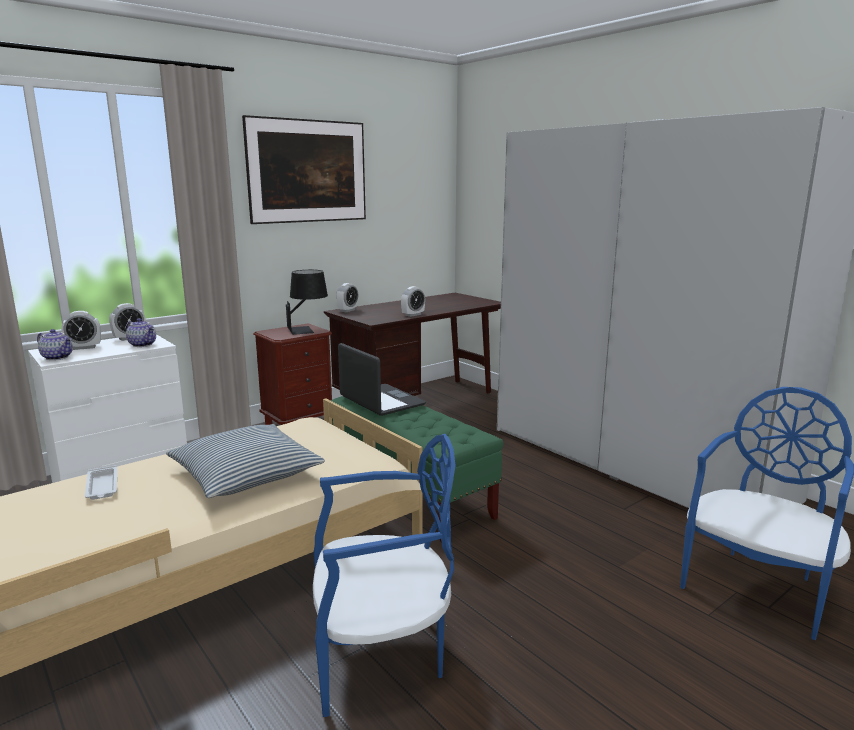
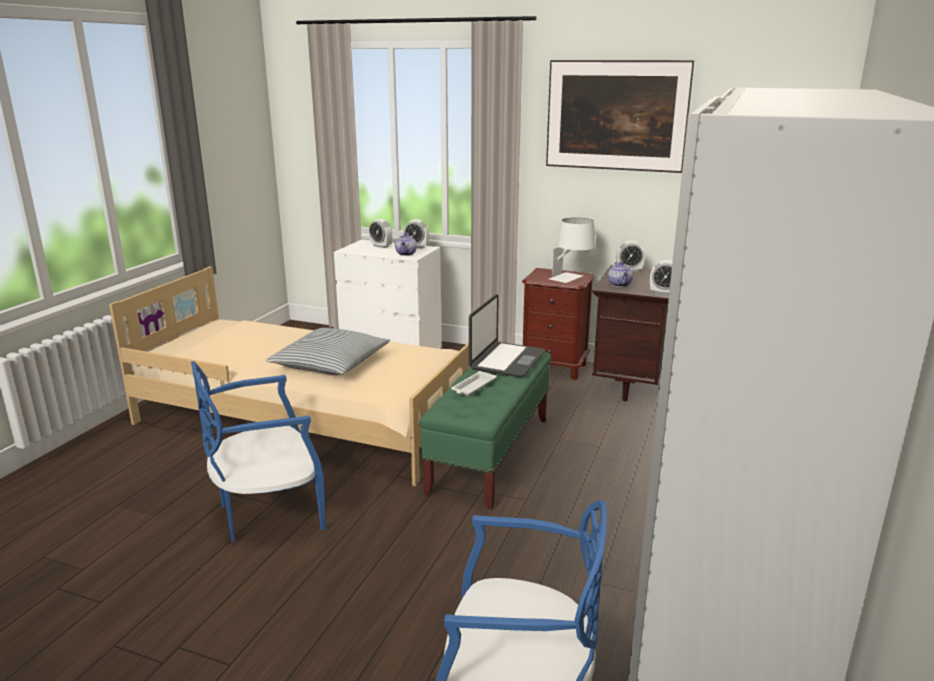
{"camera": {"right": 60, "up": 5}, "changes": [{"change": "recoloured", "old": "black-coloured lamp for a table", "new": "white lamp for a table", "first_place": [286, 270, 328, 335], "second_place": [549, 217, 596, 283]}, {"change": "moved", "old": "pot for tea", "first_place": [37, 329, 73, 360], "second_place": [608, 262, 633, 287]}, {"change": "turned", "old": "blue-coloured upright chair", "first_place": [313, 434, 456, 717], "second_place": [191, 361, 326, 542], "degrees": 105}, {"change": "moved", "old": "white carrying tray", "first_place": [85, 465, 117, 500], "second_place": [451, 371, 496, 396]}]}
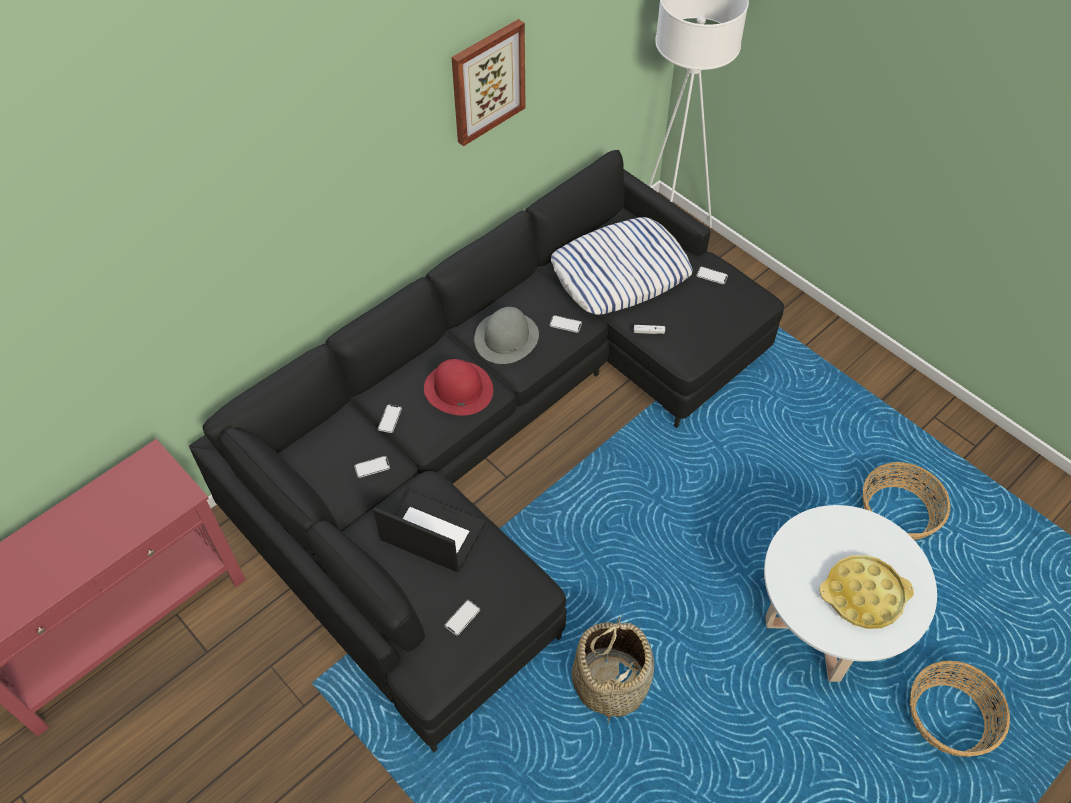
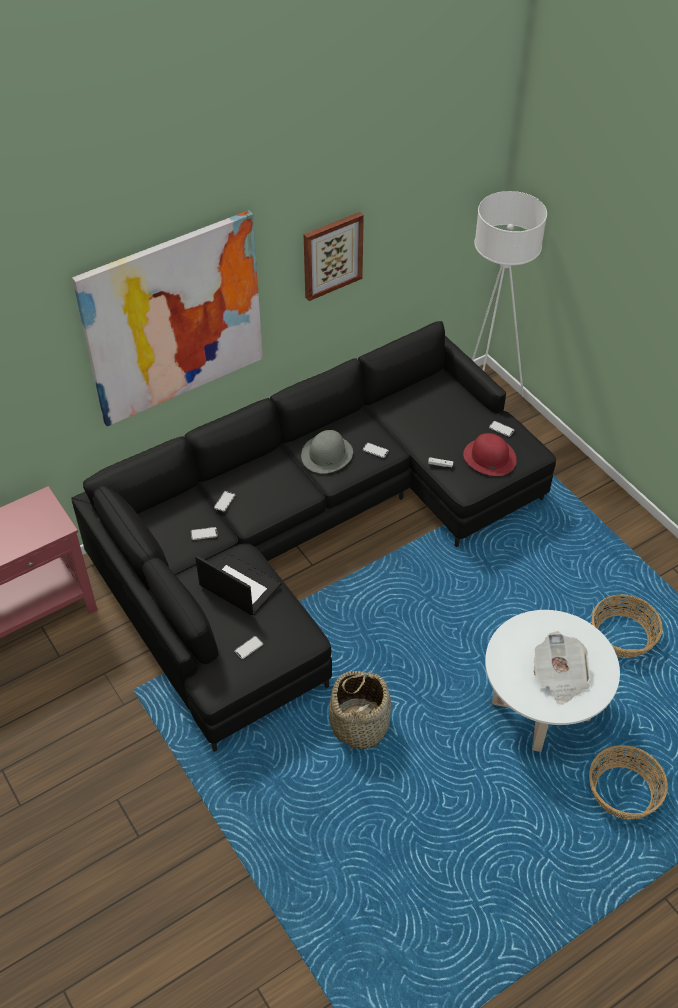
{"camera": {"right": 10, "up": -5}, "changes": [{"change": "removed", "old": "cushion", "first_place": [551, 217, 693, 315]}, {"change": "moved", "old": "red-coloured hat", "first_place": [424, 359, 493, 415], "second_place": [463, 433, 517, 476]}, {"change": "replaced", "old": "yellowish carrying tray", "new": "newspaper", "first_place": [819, 555, 914, 629], "second_place": [533, 631, 590, 705]}, {"change": "added", "new": "picture", "second_place": [72, 210, 263, 426]}]}
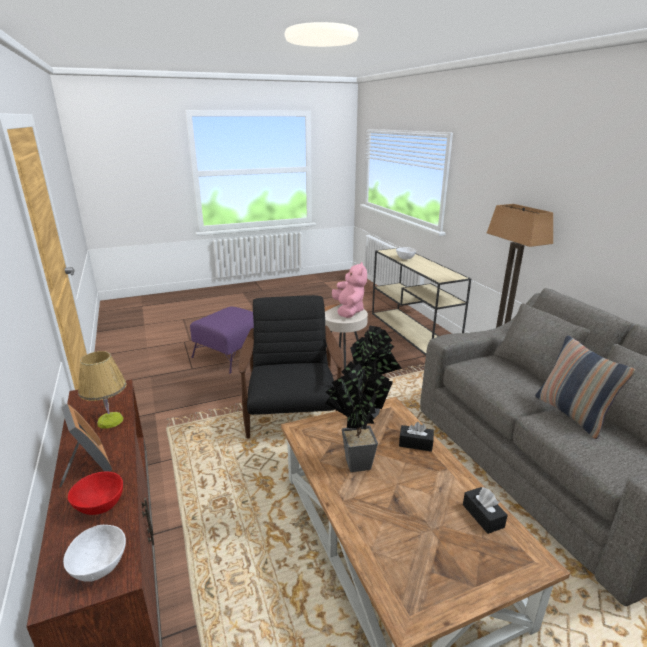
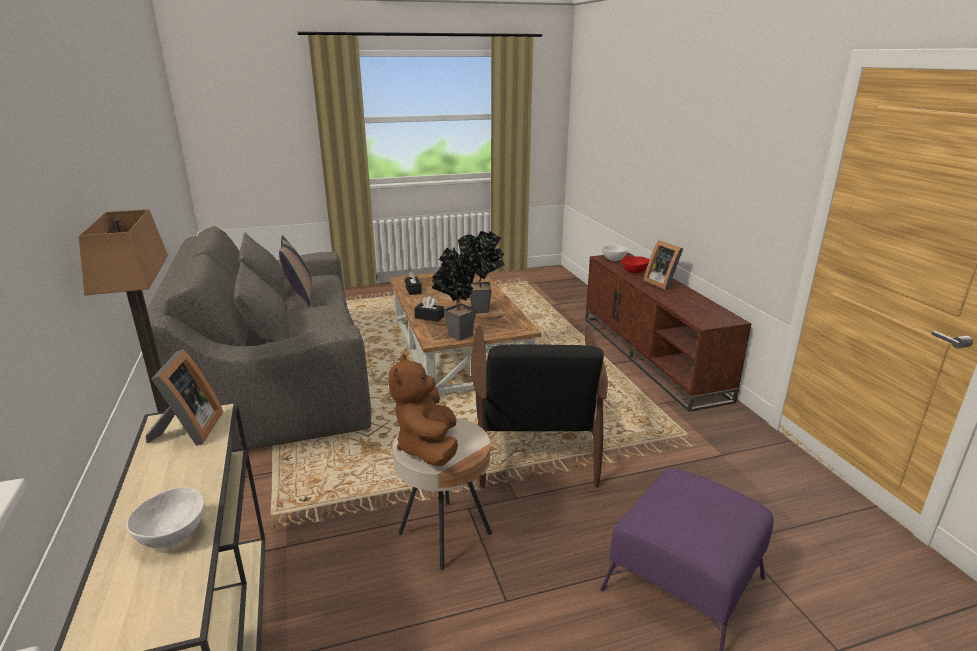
{"camera": {"right": -175, "up": 0}, "changes": [{"change": "recoloured", "old": "pinkish soft toy", "new": "brownish soft toy", "first_place": [332, 262, 367, 318], "second_place": [388, 354, 458, 466]}, {"change": "removed", "old": "lamp for a table", "first_place": [78, 351, 127, 429]}, {"change": "added", "new": "picture frame", "second_place": [146, 349, 223, 446]}]}
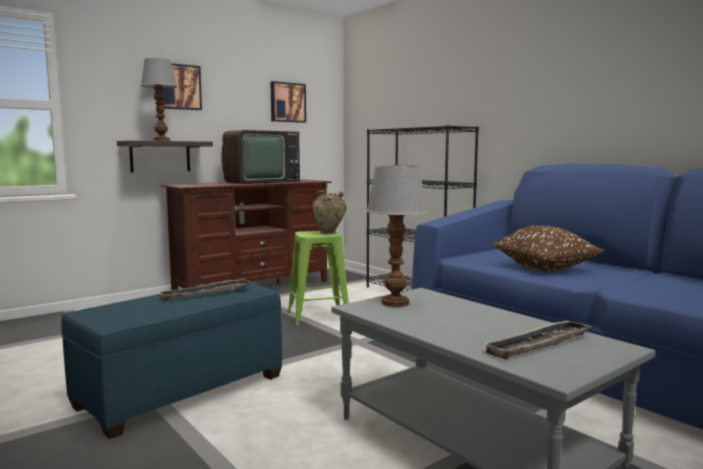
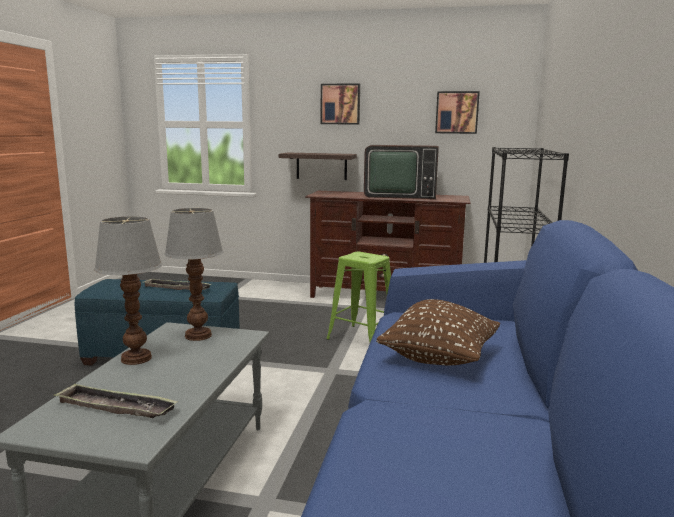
{"camera": {"right": 50, "up": 5}, "changes": [{"change": "moved", "old": "lamp for a table", "first_place": [141, 58, 177, 141], "second_place": [94, 216, 162, 365]}, {"change": "removed", "old": "sand-coloured flower vase", "first_place": [313, 190, 347, 234]}]}
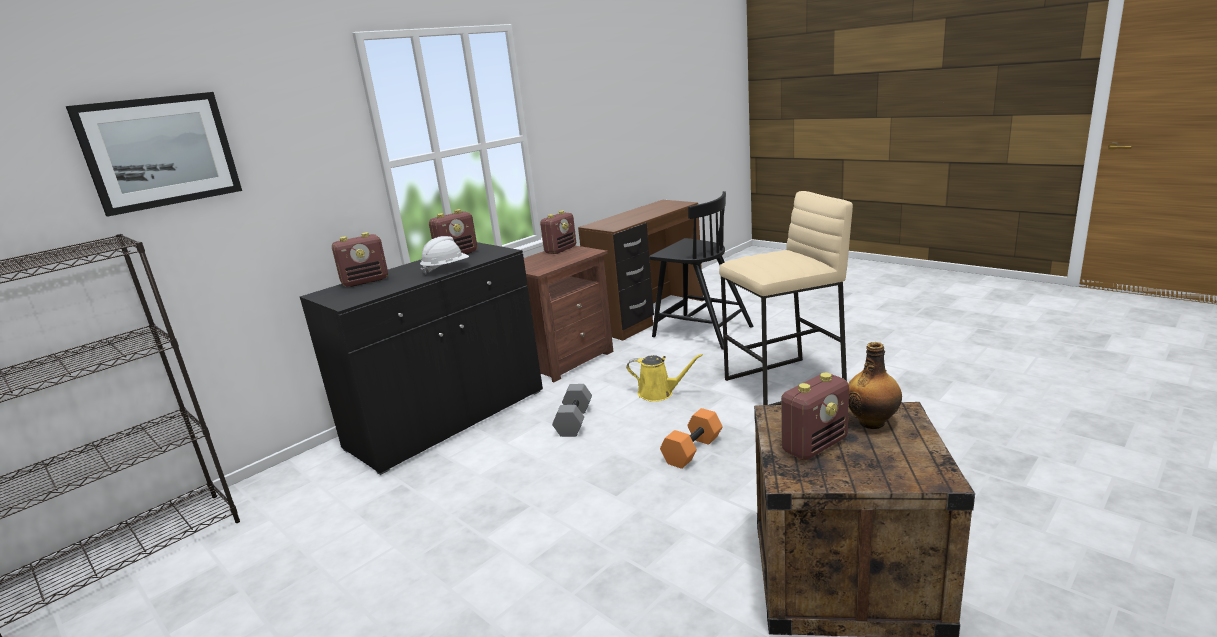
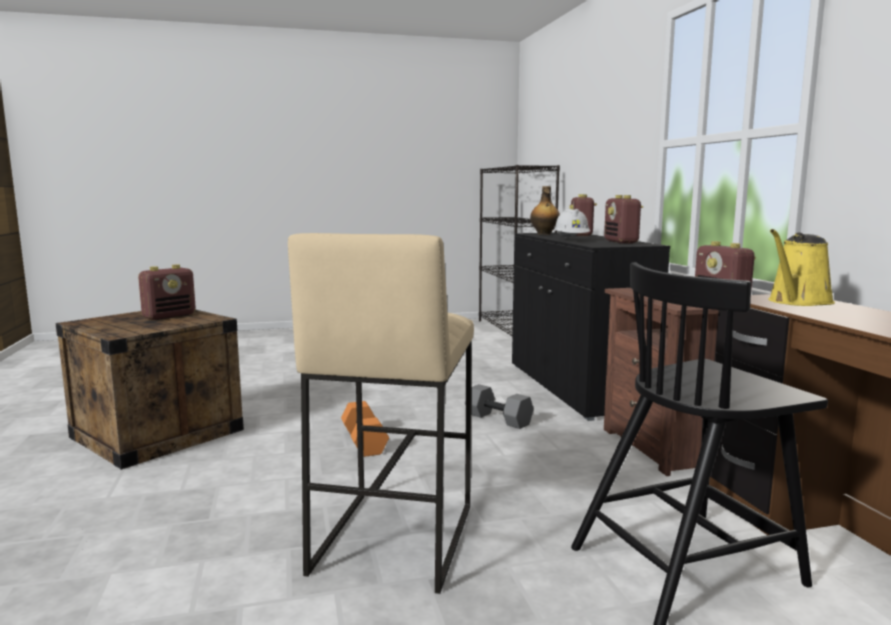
{"camera": {"right": 120, "up": -10}, "changes": [{"change": "removed", "old": "picture", "first_place": [66, 92, 242, 217]}, {"change": "moved", "old": "drink bottle", "first_place": [848, 342, 902, 429], "second_place": [530, 186, 560, 235]}, {"change": "moved", "old": "yellowish watering can", "first_place": [627, 354, 703, 402], "second_place": [768, 229, 835, 306]}, {"change": "turned", "old": "radio", "first_place": [781, 373, 849, 460], "second_place": [138, 264, 196, 320], "degrees": -135}]}
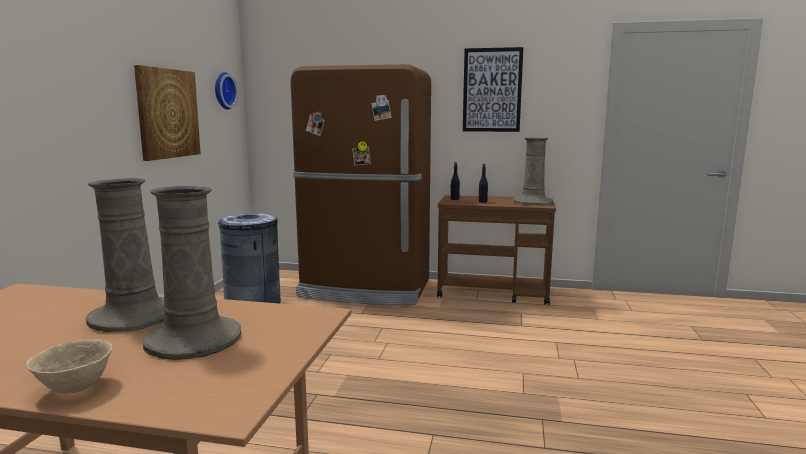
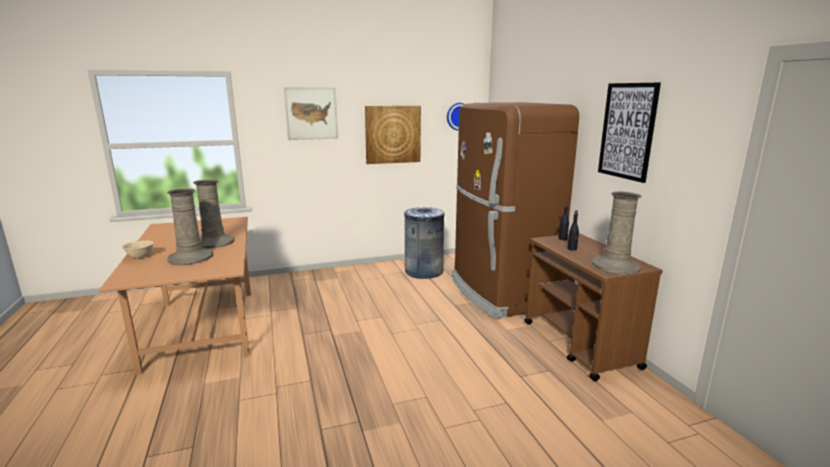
{"camera": {"right": 60, "up": 5}, "changes": [{"change": "added", "new": "picture", "second_place": [284, 87, 338, 140]}]}
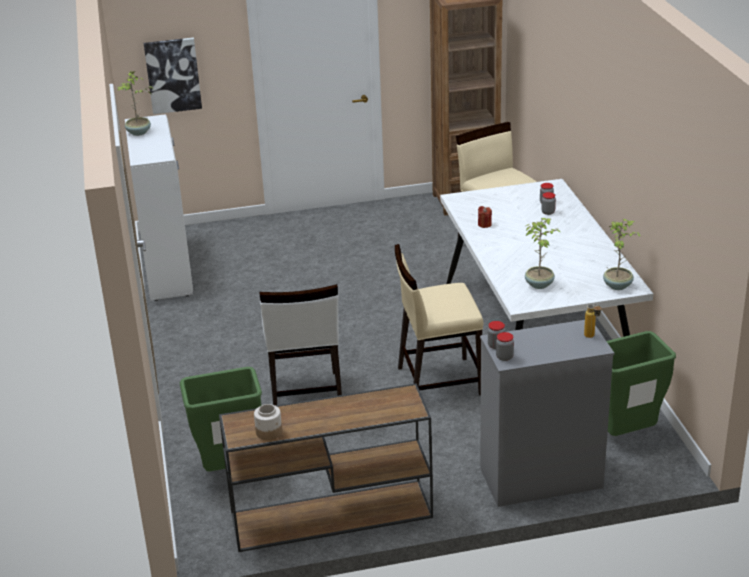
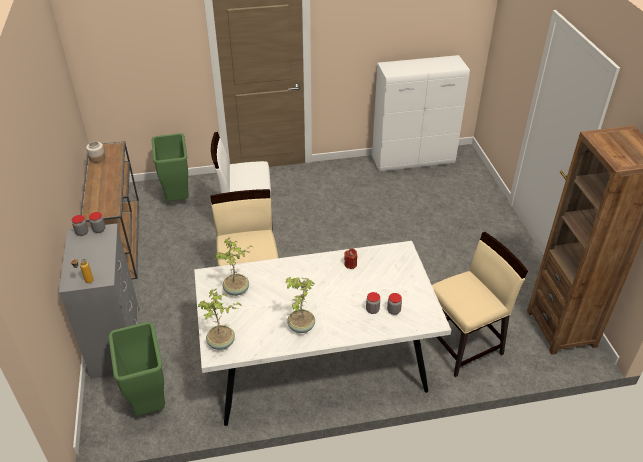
{"camera": {"right": 90, "up": 10}, "changes": [{"change": "removed", "old": "picture", "first_place": [144, 37, 202, 114]}, {"change": "moved", "old": "potted plant", "first_place": [117, 70, 153, 136], "second_place": [286, 277, 315, 333]}]}
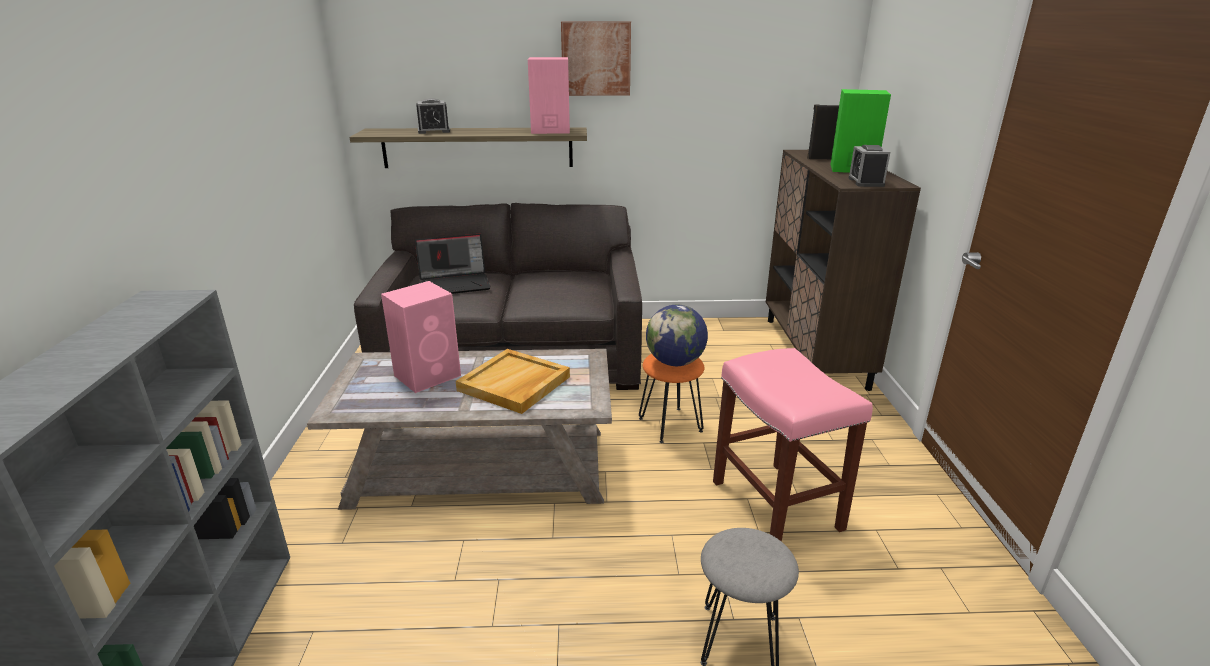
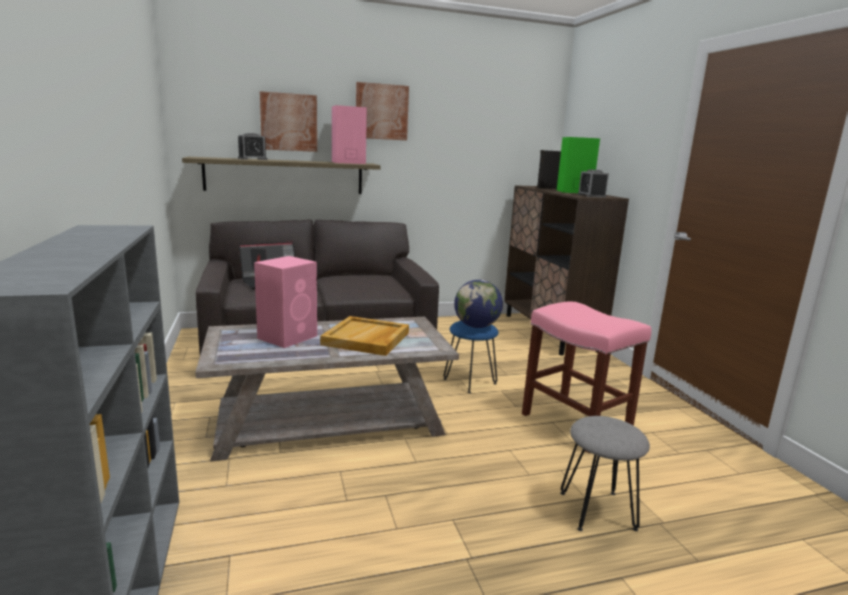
{"camera": {"right": -15, "up": -10}, "changes": [{"change": "recoloured", "old": "orange stool seat", "new": "blue-coloured stool seat", "first_place": [639, 354, 704, 443], "second_place": [443, 321, 498, 393]}, {"change": "added", "new": "picture", "second_place": [260, 91, 317, 152]}]}
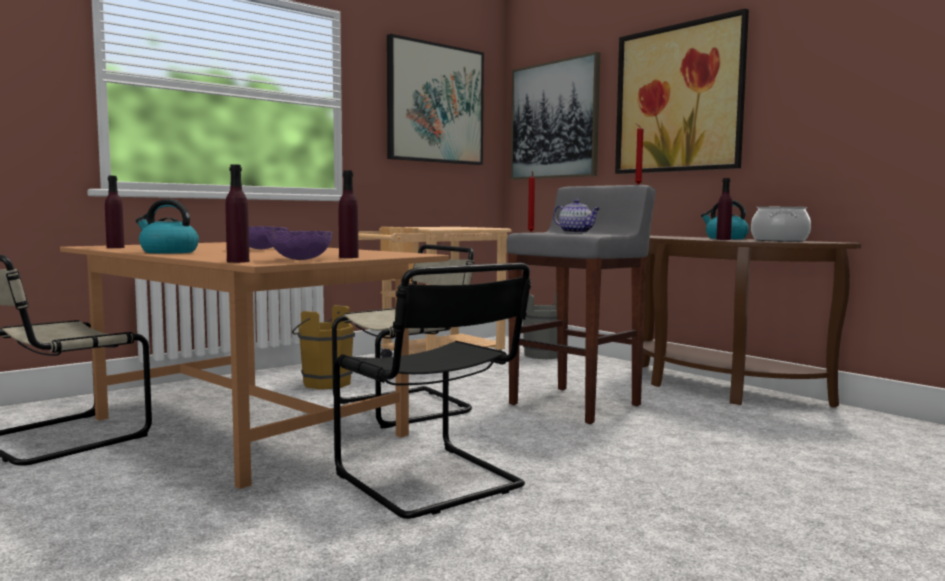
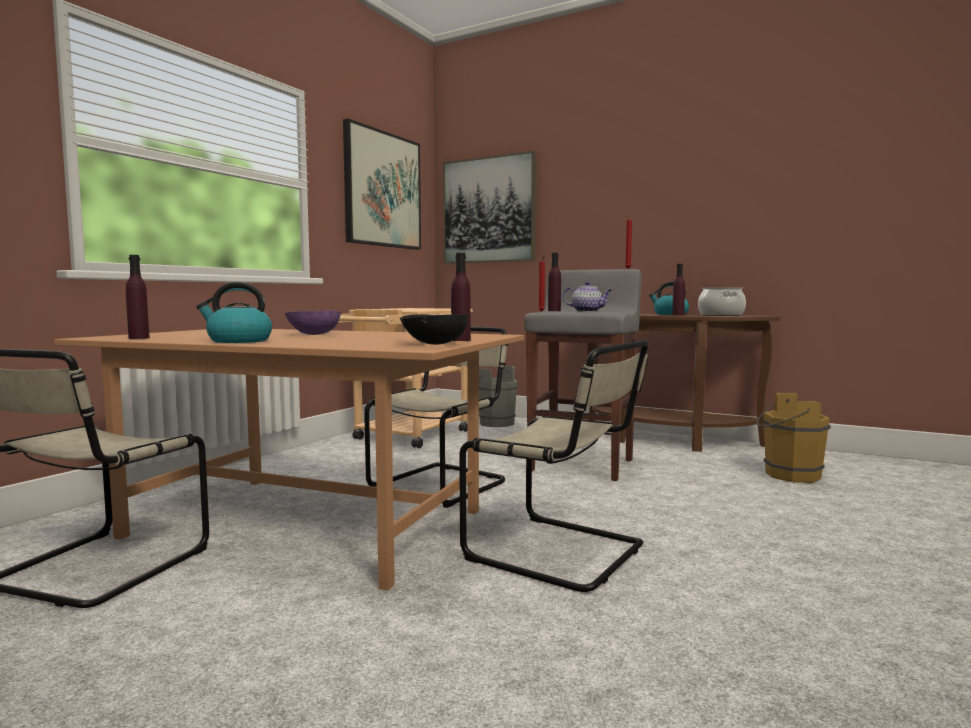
{"camera": {"right": -20, "up": 0}, "changes": [{"change": "removed", "old": "picture", "first_place": [615, 8, 749, 174]}, {"change": "moved", "old": "purple-coloured drink bottle", "first_place": [226, 164, 249, 263], "second_place": [548, 253, 561, 311]}, {"change": "recoloured", "old": "purple-coloured serving bowl", "new": "black-coloured serving bowl", "first_place": [265, 231, 333, 260], "second_place": [400, 314, 468, 345]}, {"change": "recoloured", "old": "black-coloured upright chair", "new": "sand-coloured upright chair", "first_place": [333, 263, 531, 519], "second_place": [459, 340, 649, 592]}, {"change": "moved", "old": "brownish pail", "first_place": [292, 305, 355, 390], "second_place": [756, 393, 831, 483]}]}
